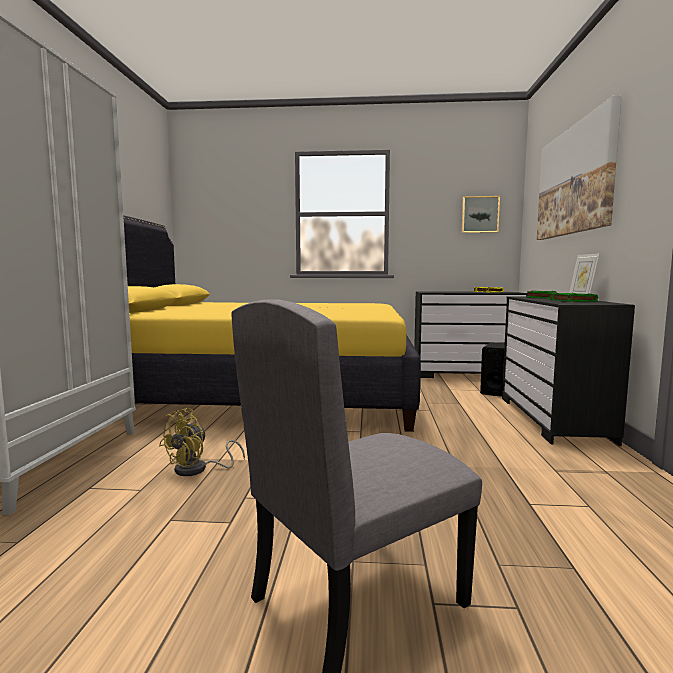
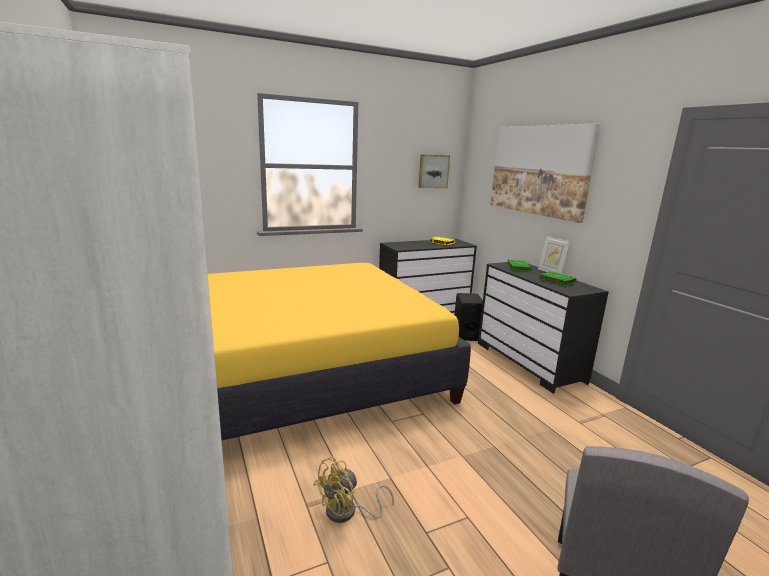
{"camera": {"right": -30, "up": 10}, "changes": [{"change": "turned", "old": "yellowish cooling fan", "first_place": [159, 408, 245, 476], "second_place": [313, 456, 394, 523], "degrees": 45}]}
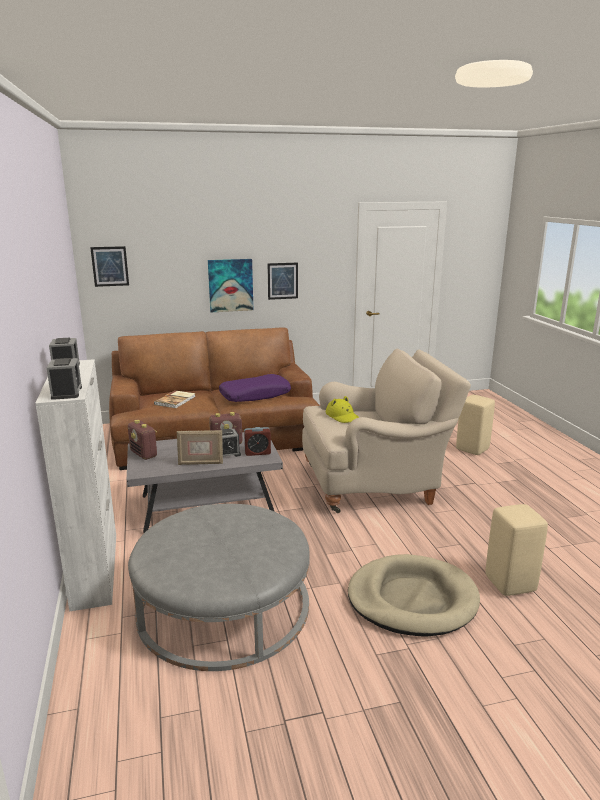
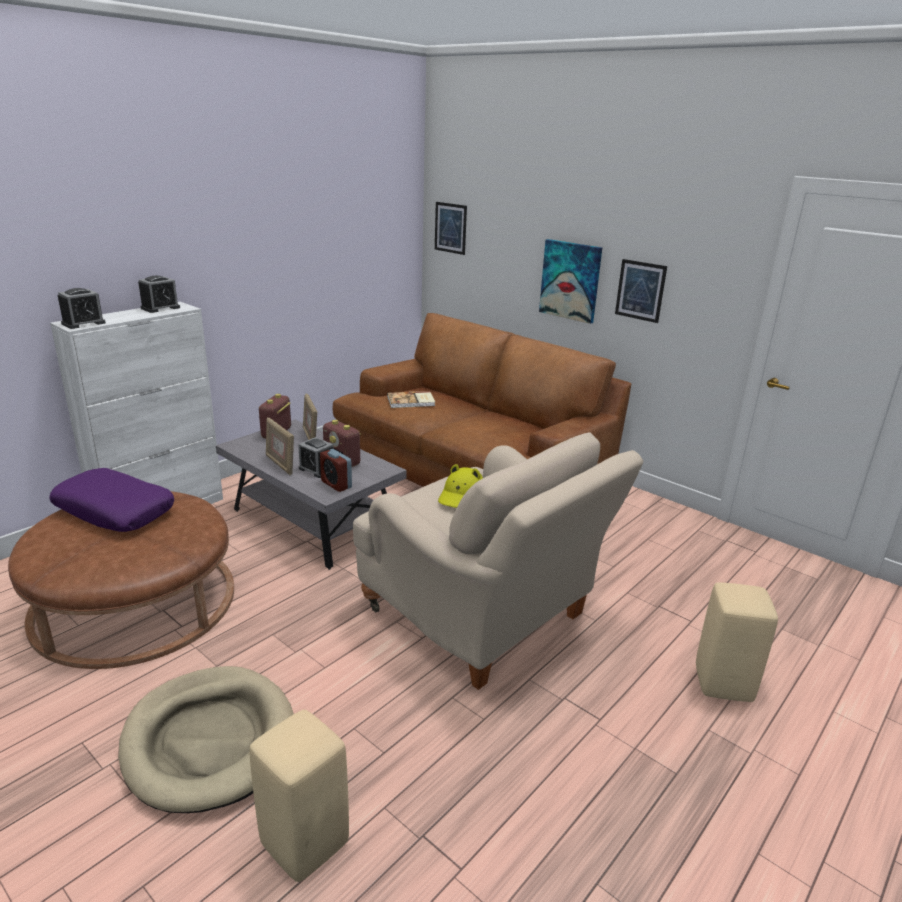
{"camera": {"right": 55, "up": 5}, "changes": [{"change": "moved", "old": "purple-coloured cushion", "first_place": [219, 374, 291, 402], "second_place": [49, 468, 174, 532]}, {"change": "recoloured", "old": "grey ottoman", "new": "brownish ottoman", "first_place": [128, 504, 310, 671], "second_place": [8, 491, 234, 669]}, {"change": "added", "new": "picture frame", "second_place": [303, 394, 317, 440]}]}
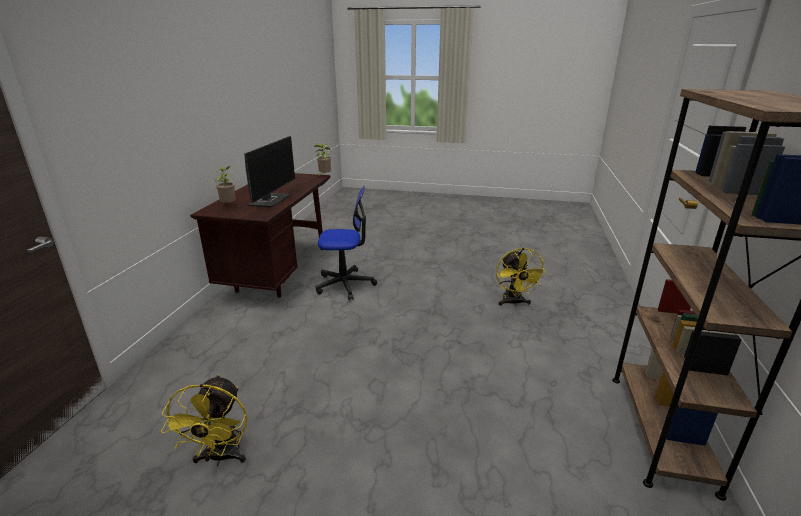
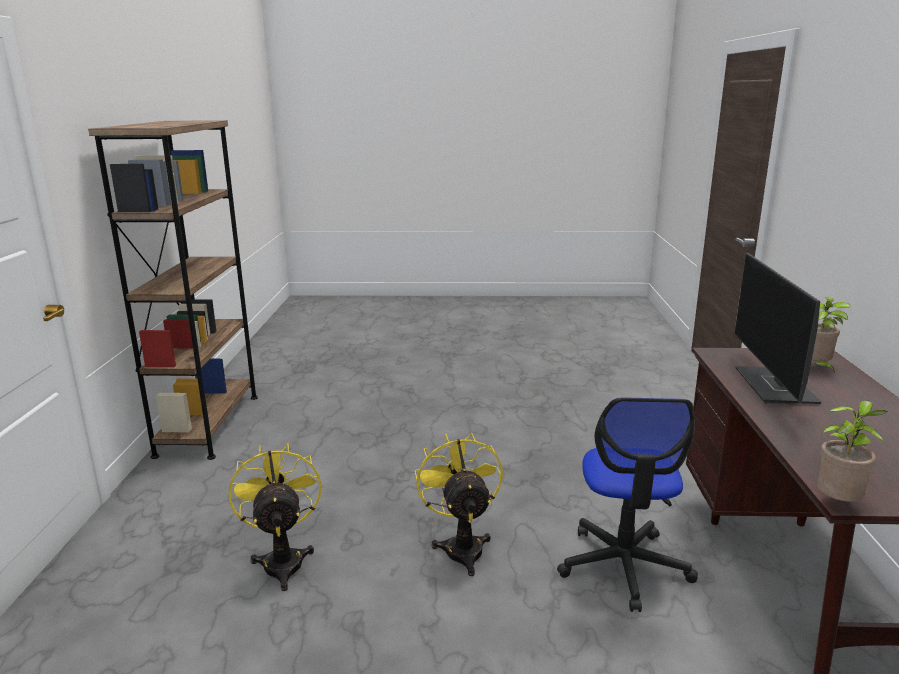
{"camera": {"right": 170, "up": -5}, "changes": [{"change": "turned", "old": "office chair", "first_place": [316, 186, 377, 300], "second_place": [557, 397, 698, 612], "degrees": -75}, {"change": "moved", "old": "yellowish cooling fan", "first_place": [161, 374, 248, 466], "second_place": [415, 433, 503, 576]}]}
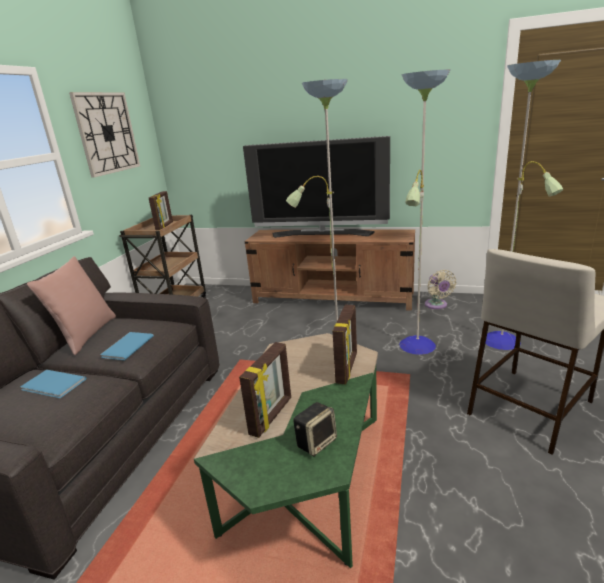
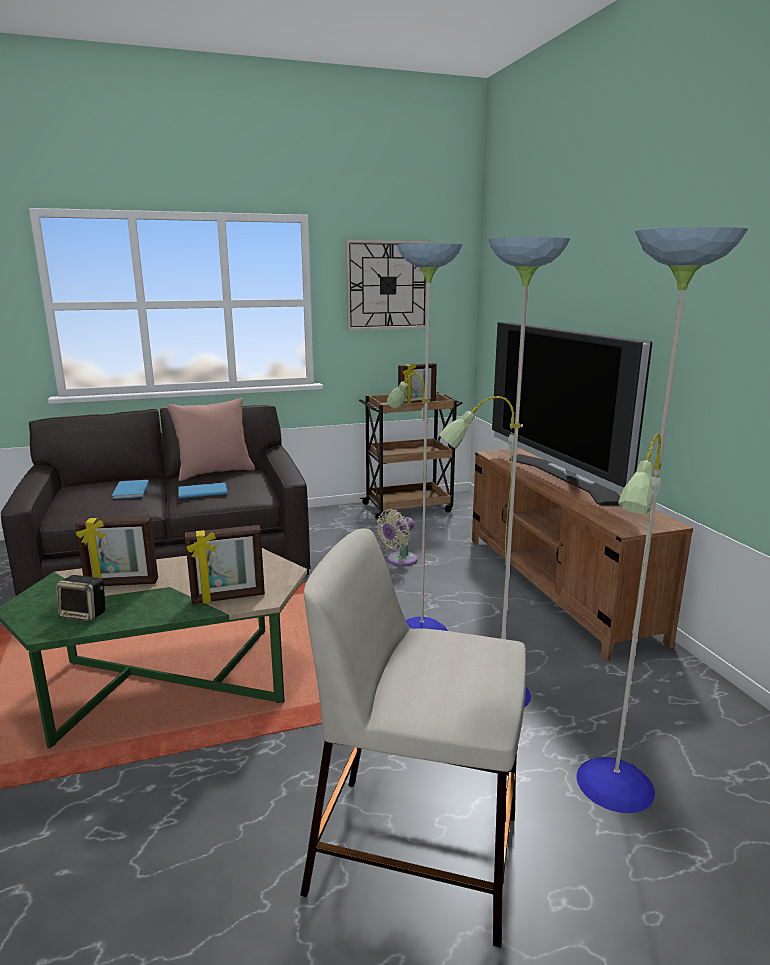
{"camera": {"right": 55, "up": -5}, "changes": [{"change": "moved", "old": "sand-coloured cooling fan", "first_place": [425, 270, 456, 309], "second_place": [376, 509, 418, 566]}]}
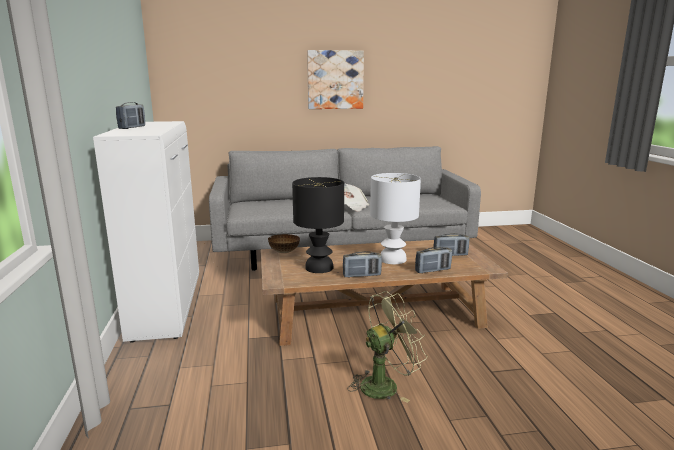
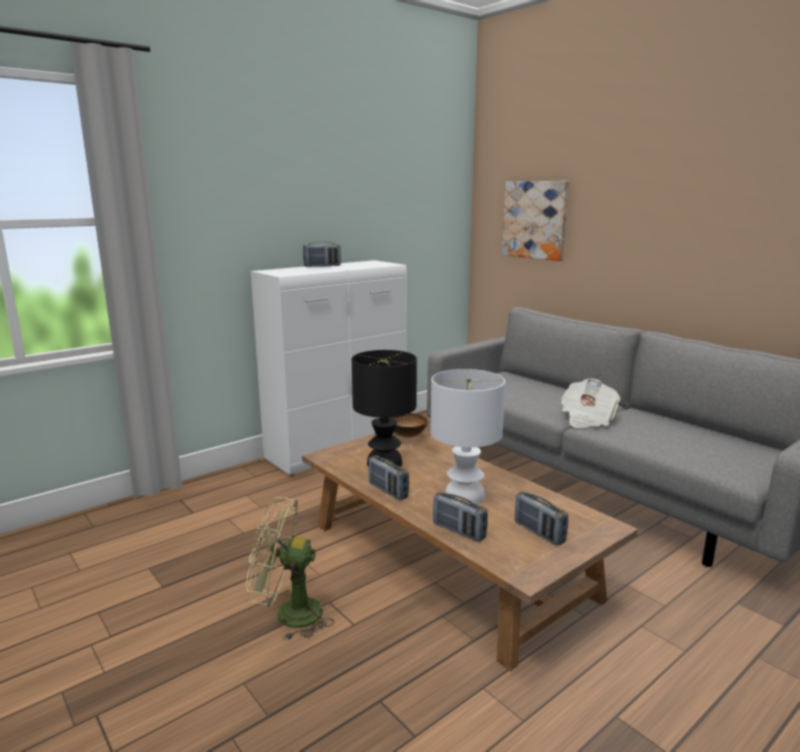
{"camera": {"right": 60, "up": 0}, "changes": [{"change": "moved", "old": "picture", "first_place": [307, 50, 364, 109], "second_place": [502, 181, 569, 261]}, {"change": "turned", "old": "greenish cooling fan", "first_place": [348, 291, 427, 403], "second_place": [246, 497, 334, 641], "degrees": 150}]}
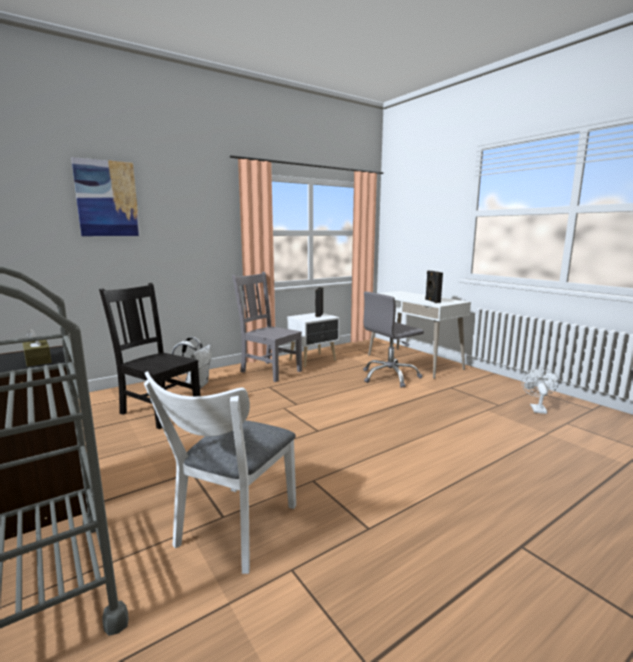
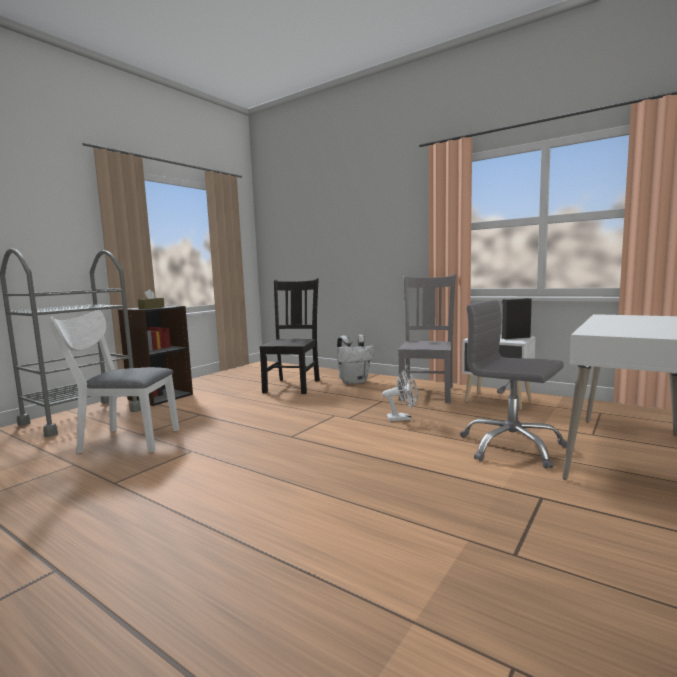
{"camera": {"right": 70, "up": -5}, "changes": [{"change": "removed", "old": "picture", "first_place": [71, 157, 140, 236]}, {"change": "removed", "old": "black-coloured loudspeaker", "first_place": [425, 271, 443, 303]}, {"change": "moved", "old": "white cooling fan", "first_place": [521, 367, 559, 414], "second_place": [382, 370, 418, 421]}]}
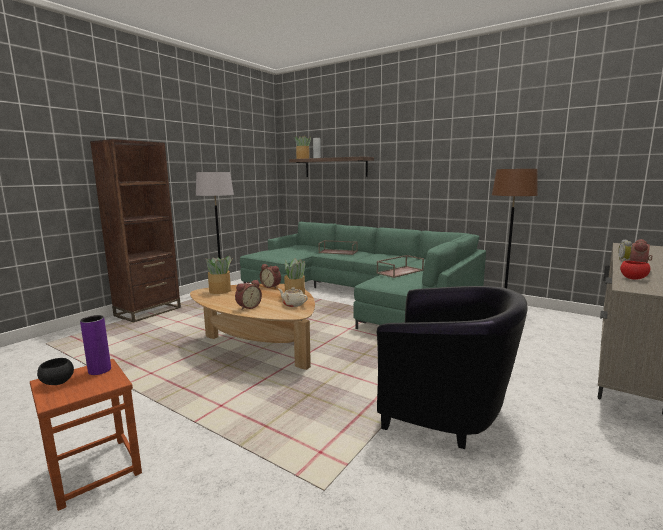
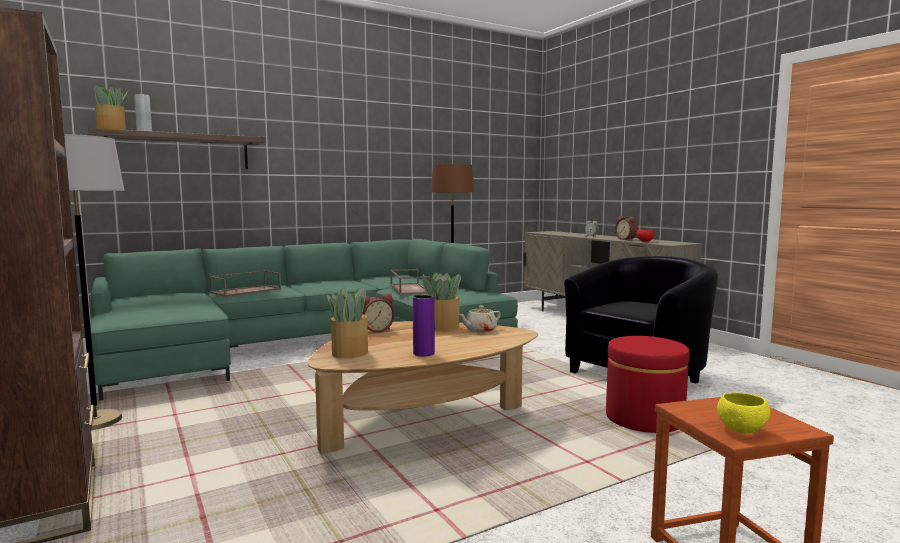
{"camera": {"right": -65, "up": -5}, "changes": [{"change": "removed", "old": "alarm clock", "first_place": [235, 280, 262, 310]}, {"change": "moved", "old": "purple-coloured flower vase", "first_place": [80, 315, 111, 375], "second_place": [413, 295, 435, 356]}, {"change": "recoloured", "old": "black-coloured serving bowl", "new": "yellowish serving bowl", "first_place": [37, 358, 74, 385], "second_place": [717, 392, 770, 434]}, {"change": "added", "new": "red-coloured ottoman", "second_place": [606, 336, 690, 433]}]}
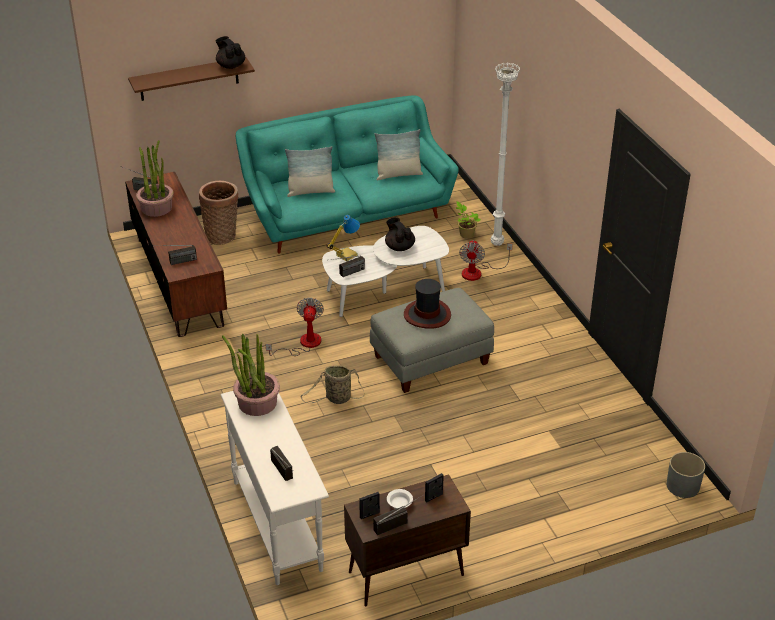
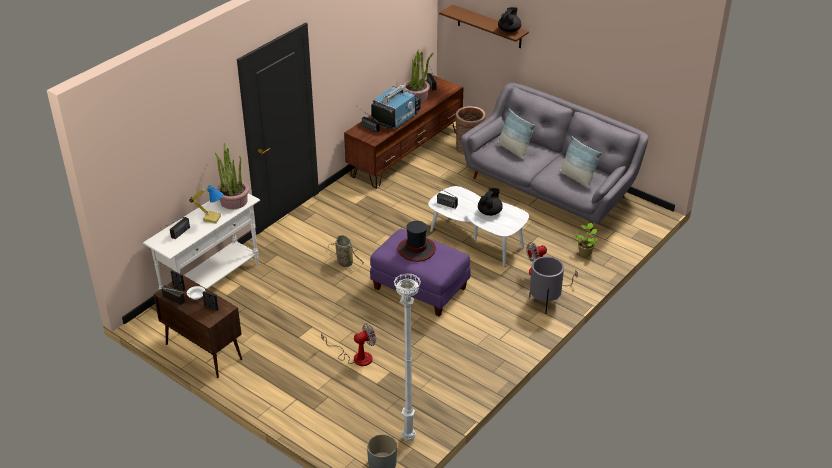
{"camera": {"right": 60, "up": 0}, "changes": [{"change": "moved", "old": "white standard lamp", "first_place": [491, 63, 520, 246], "second_place": [394, 273, 421, 441]}, {"change": "recoloured", "old": "blue-green settee", "new": "grey settee", "first_place": [236, 95, 459, 254], "second_place": [461, 83, 648, 231]}, {"change": "moved", "old": "lamp for a table", "first_place": [327, 215, 360, 262], "second_place": [189, 185, 224, 224]}, {"change": "recoloured", "old": "grey ottoman", "new": "purple-coloured ottoman", "first_place": [370, 288, 494, 393], "second_place": [370, 229, 471, 317]}, {"change": "moved", "old": "cooling fan", "first_place": [266, 298, 324, 356], "second_place": [321, 323, 376, 366]}, {"change": "added", "new": "television", "second_place": [371, 85, 420, 129]}, {"change": "added", "new": "grey plant pot", "second_place": [529, 256, 564, 314]}]}
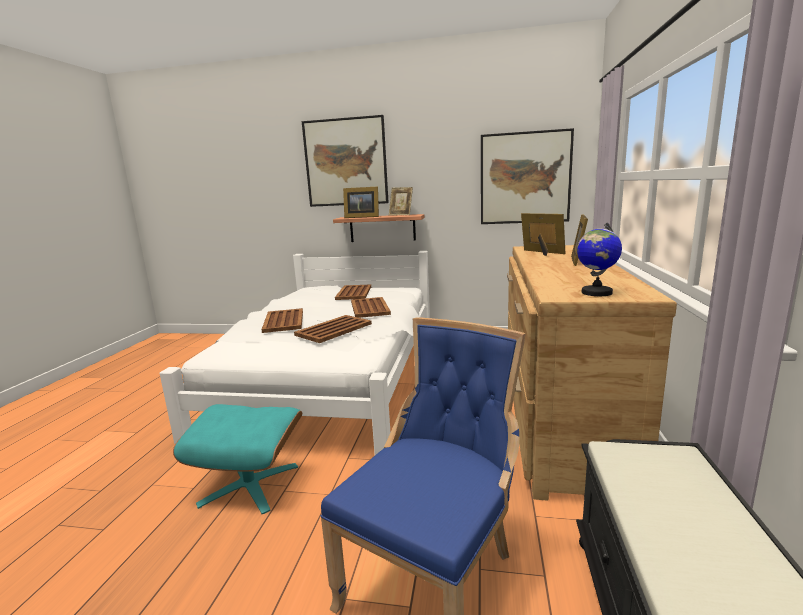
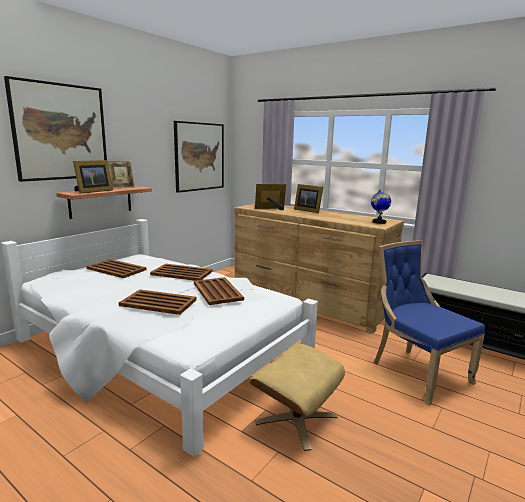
{"camera": {"right": -65, "up": 0}, "changes": [{"change": "recoloured", "old": "blue-green ottoman", "new": "sand-coloured ottoman", "first_place": [173, 404, 302, 514], "second_place": [250, 344, 345, 451]}]}
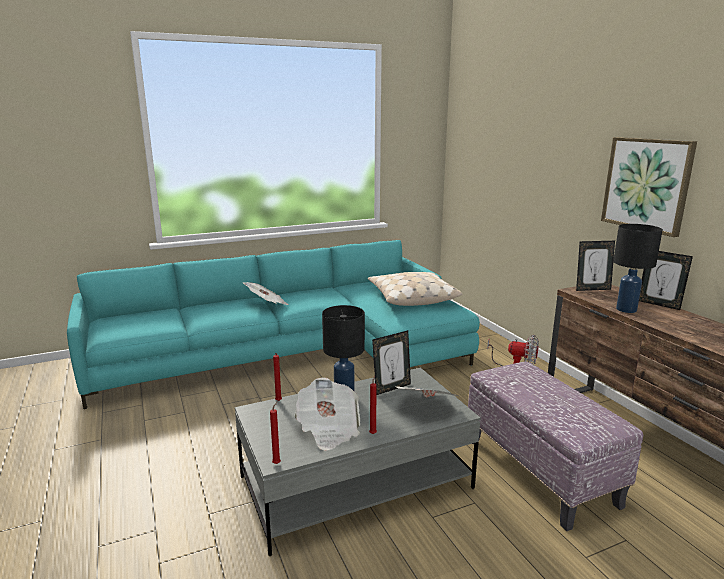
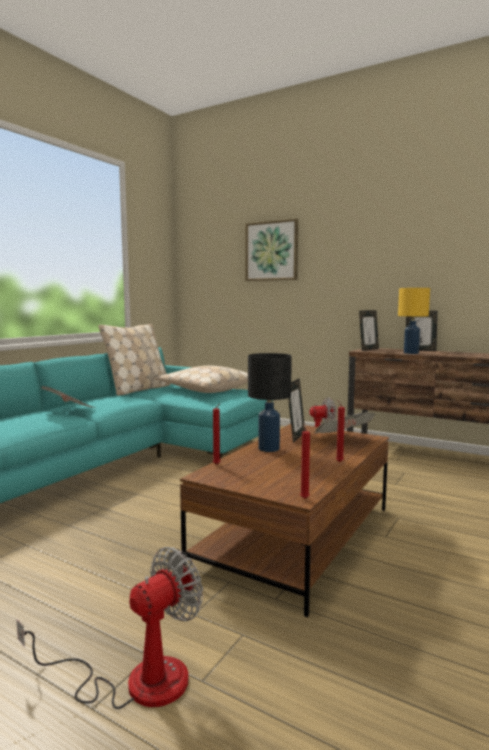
{"camera": {"right": -35, "up": -10}, "changes": [{"change": "moved", "old": "picture", "first_place": [601, 137, 697, 237], "second_place": [245, 219, 298, 281]}, {"change": "recoloured", "old": "black-coloured lamp for a table", "new": "yellowish lamp for a table", "first_place": [613, 224, 663, 313], "second_place": [398, 288, 430, 354]}, {"change": "removed", "old": "ottoman", "first_place": [468, 362, 643, 531]}, {"change": "recoloured", "old": "grey coffee table", "new": "brownish coffee table", "first_place": [235, 368, 481, 556], "second_place": [180, 424, 389, 617]}, {"change": "removed", "old": "newspaper", "first_place": [294, 378, 360, 451]}, {"change": "added", "new": "sand-coloured cushion", "second_place": [99, 324, 170, 396]}, {"change": "added", "new": "cooling fan", "second_place": [16, 547, 203, 709]}]}
